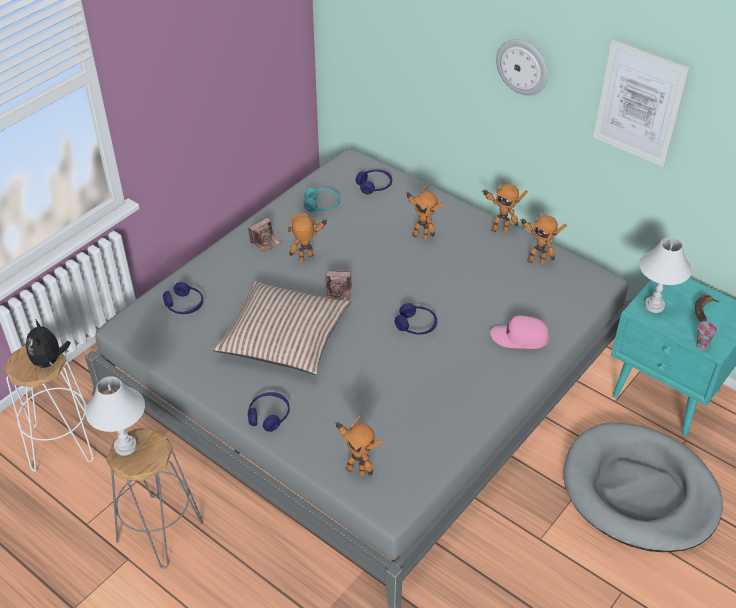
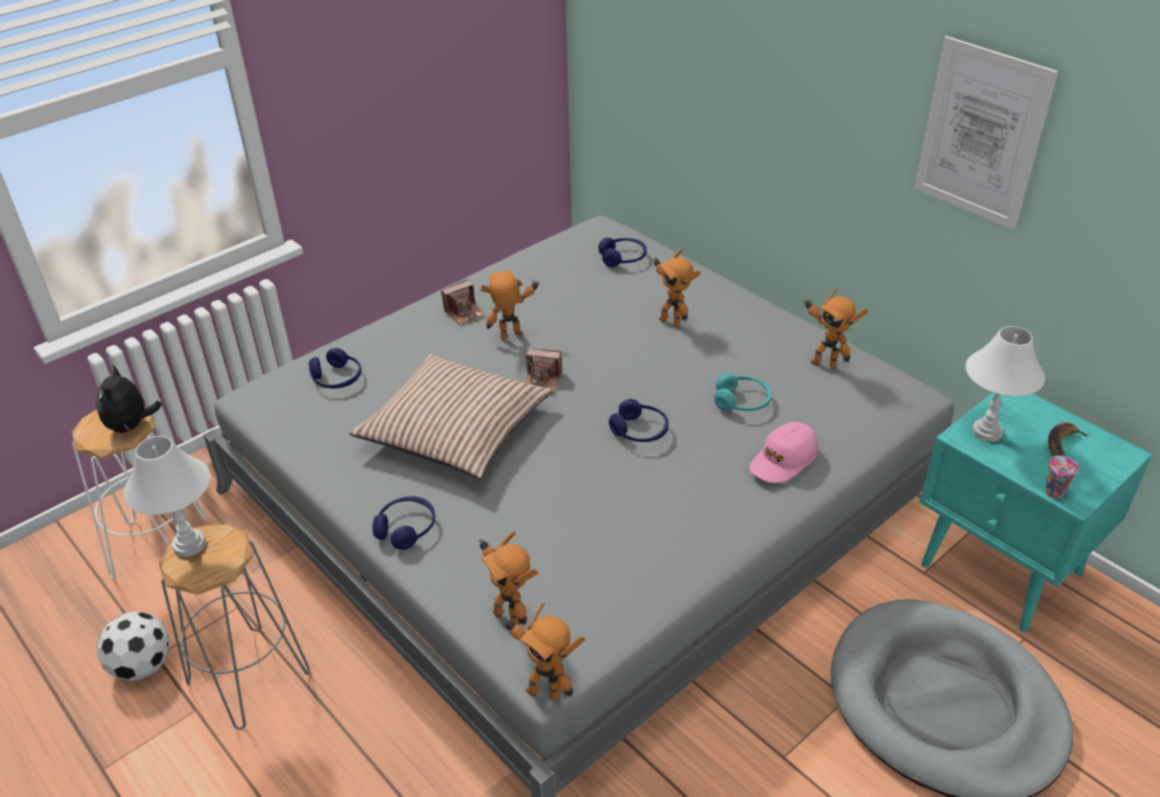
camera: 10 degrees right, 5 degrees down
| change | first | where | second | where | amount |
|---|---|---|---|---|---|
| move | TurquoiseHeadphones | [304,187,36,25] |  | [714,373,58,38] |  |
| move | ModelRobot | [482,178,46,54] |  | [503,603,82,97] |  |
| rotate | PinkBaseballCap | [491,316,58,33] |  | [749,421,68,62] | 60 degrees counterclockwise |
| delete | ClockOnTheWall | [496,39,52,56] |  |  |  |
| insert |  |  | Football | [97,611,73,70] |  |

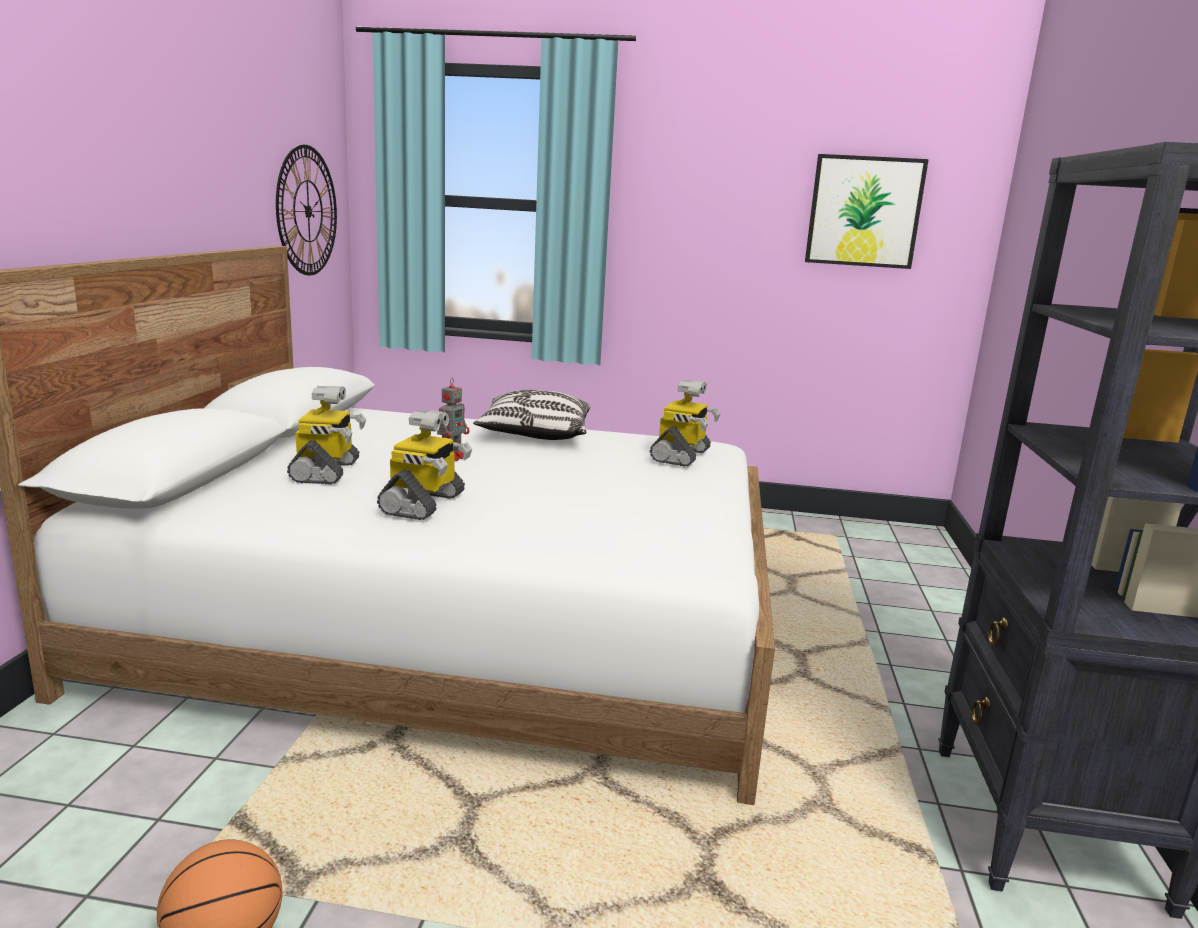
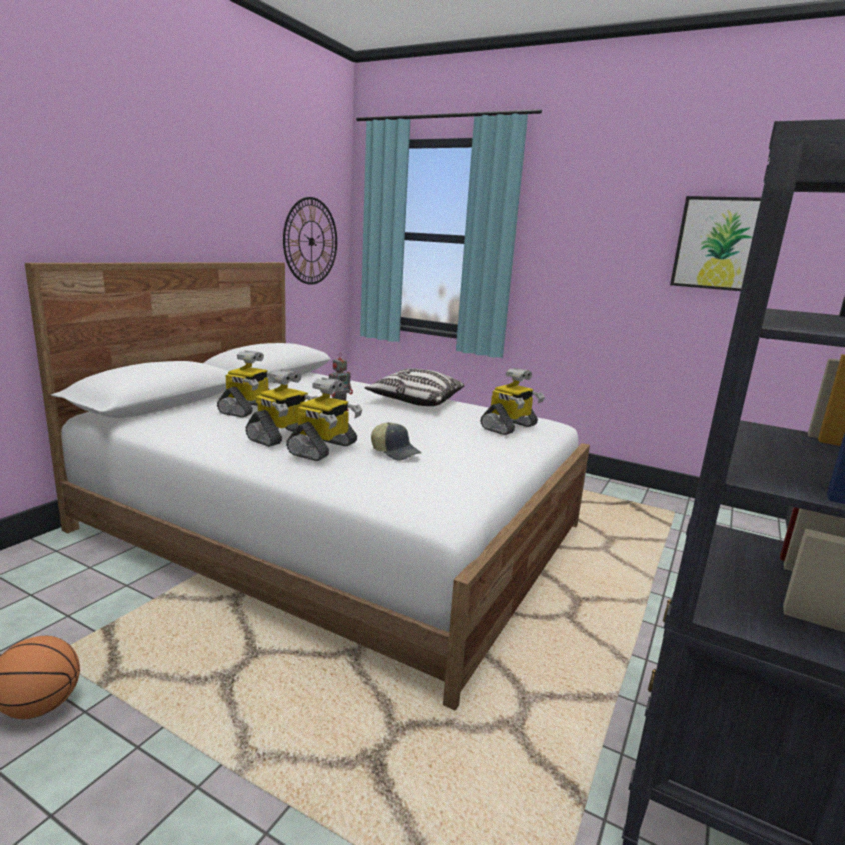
camera: 20 degrees right, 0 degrees up
| change | first | where | second | where | amount |
|---|---|---|---|---|---|
| insert |  |  | ModelRobot | [286,377,76,84] |  |
| insert |  |  | BaseballCap | [371,422,50,39] |  |

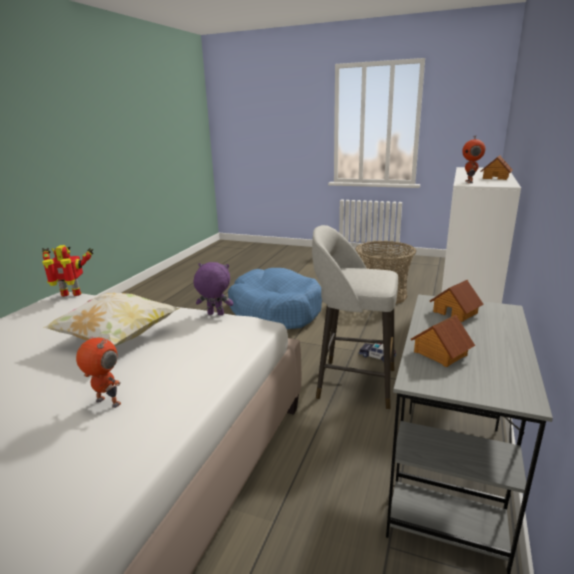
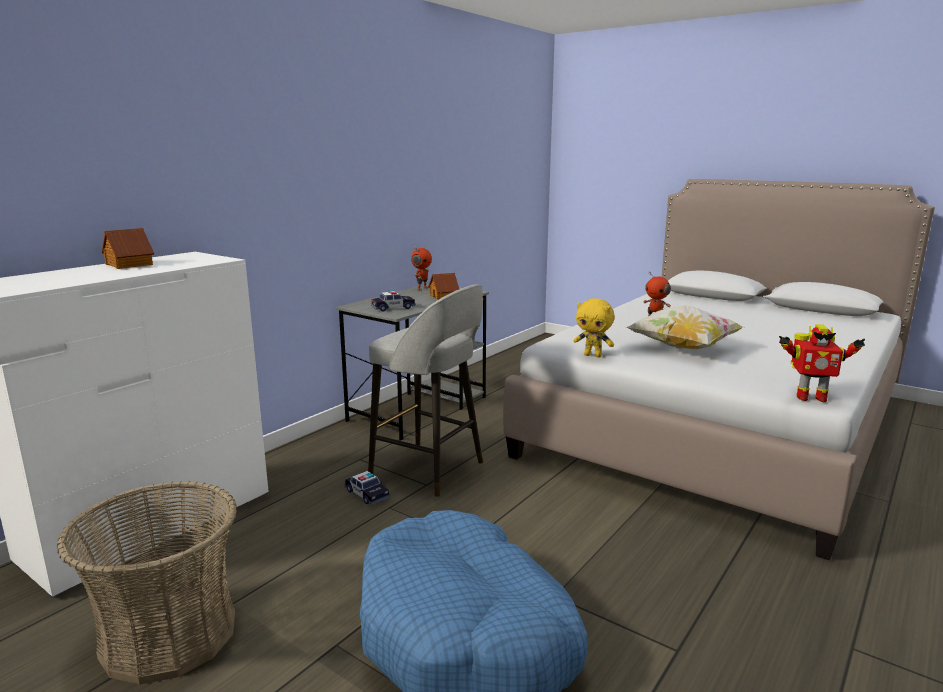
camera: 165 degrees left, 5 degrees down
| change | first | where | second | where | amount |
|---|---|---|---|---|---|
| recolor | PurpleSoftToy | [194,262,39,53] | YellowColouredSoftToy | [573,298,42,59] |  |
| replace | MiniatureHouse | [430,280,54,42] | MiniatureCar | [371,290,45,22] |  |
| move | ModelRobot | [462,136,23,47] |  | [411,246,21,45] |  |

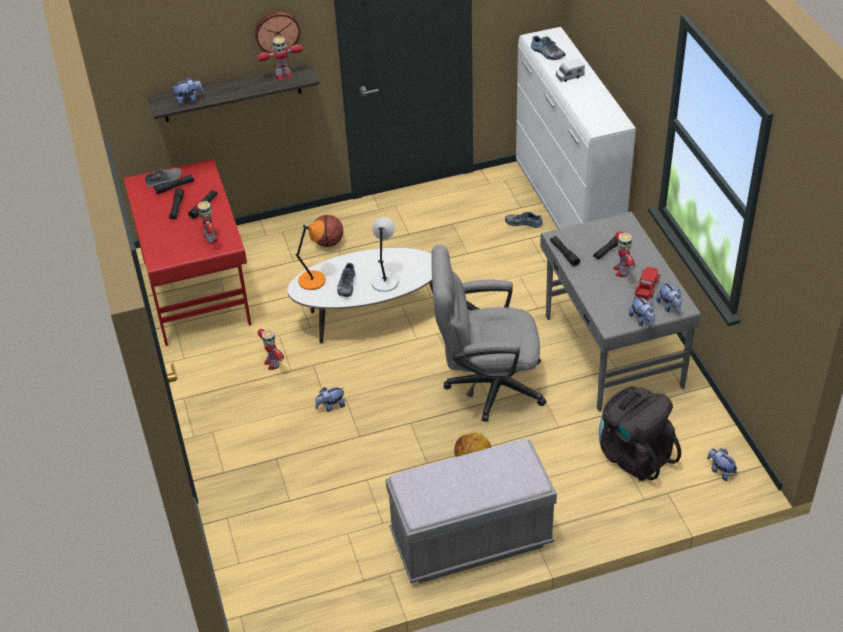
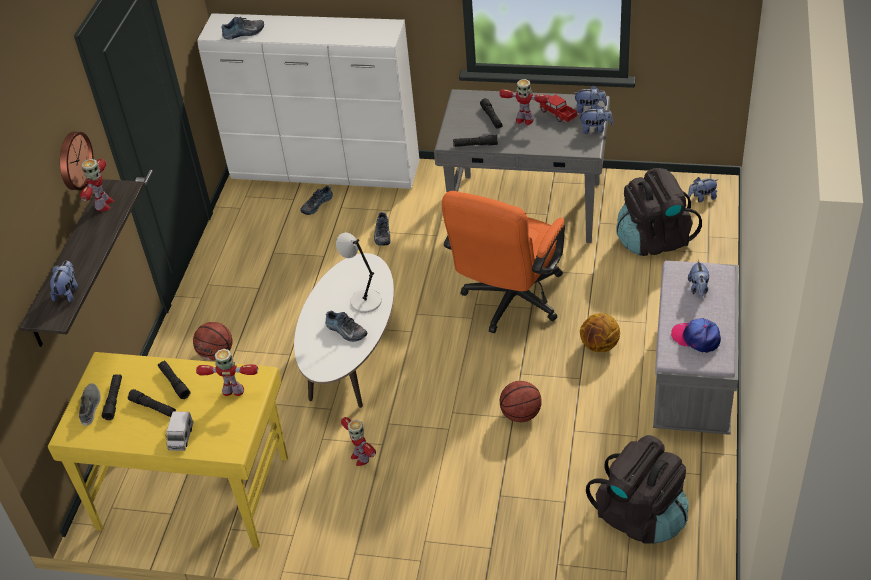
camera: 60 degrees left, 0 degrees up
| change | first | where | second | where | amount |
|---|---|---|---|---|---|
| recolor | RedColouredDeskUnit | [124,159,127,187] | YellowColouredDeskUnit | [48,352,240,196] |  |
| rotate | ModelRobot | [258,329,26,41] |  | [341,417,35,49] | 60 degrees clockwise |
| delete | OrangeColouredTableLamp | [296,220,30,70] |  |  |  |
| move | SoftToy | [315,387,30,25] |  | [688,259,21,40] |  |
| recolor | GreyishDeskChair | [431,245,116,177] | OrangeColouredDeskChair | [442,191,123,142] |  |
| move | ToyLorry | [555,59,30,23] |  | [165,411,28,40] |  |
| insert |  |  | ItemOfFootwear | [374,212,17,34] |  |
| insert |  |  | Basketball | [500,381,41,41] |  |
| insert |  |  | BlackishKnapsack | [586,435,103,109] |  |
| insert |  |  | BaseballCap | [671,318,50,35] |  |

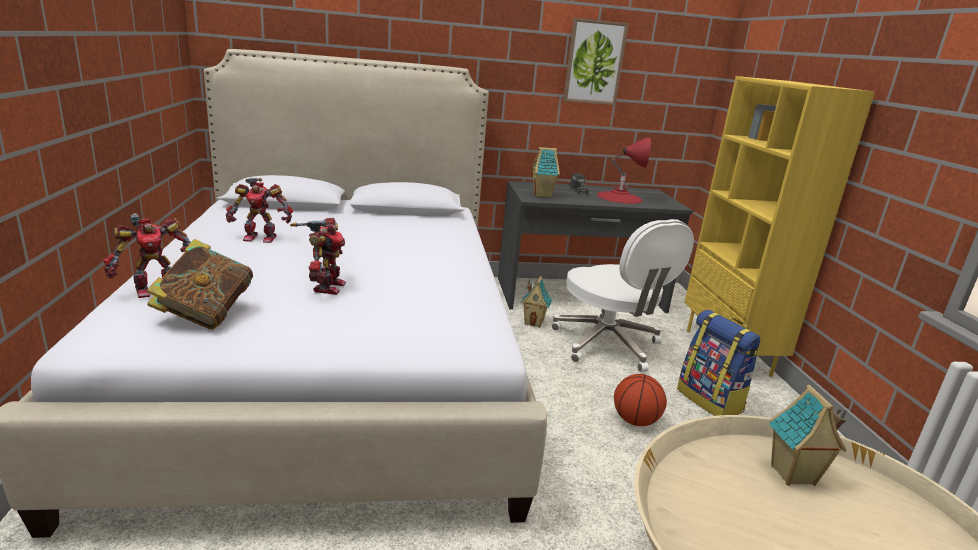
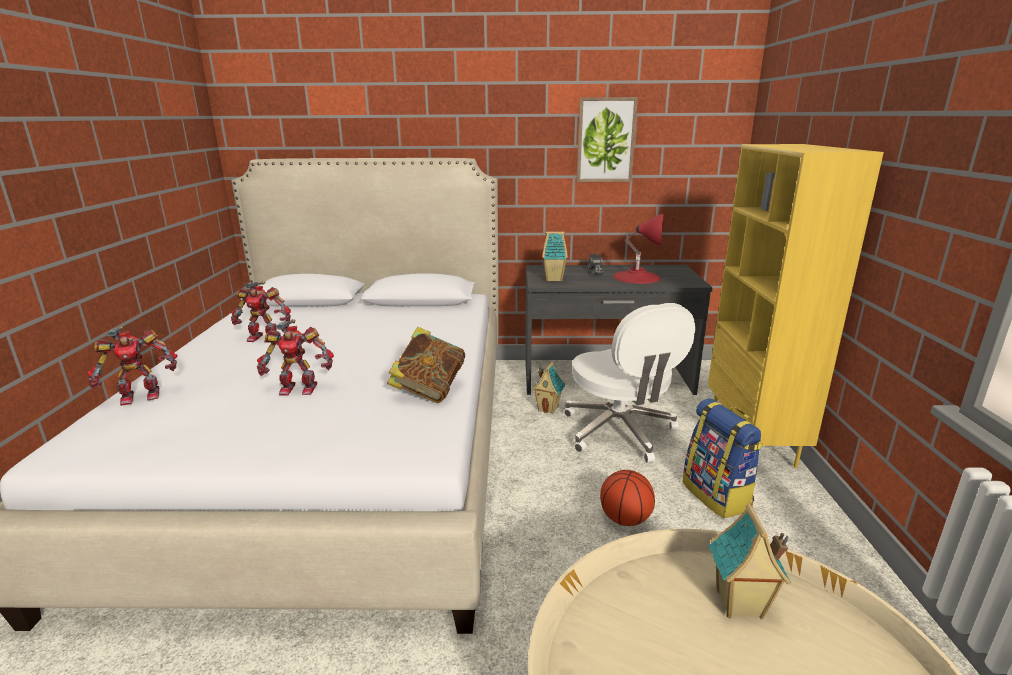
camera: 10 degrees right, 0 degrees up
| change | first | where | second | where | amount |
|---|---|---|---|---|---|
| move | Volume | [147,239,106,91] |  | [387,327,78,76] |  |
| rotate | ModelRobot | [290,218,56,77] |  | [257,319,77,77] | 75 degrees clockwise |

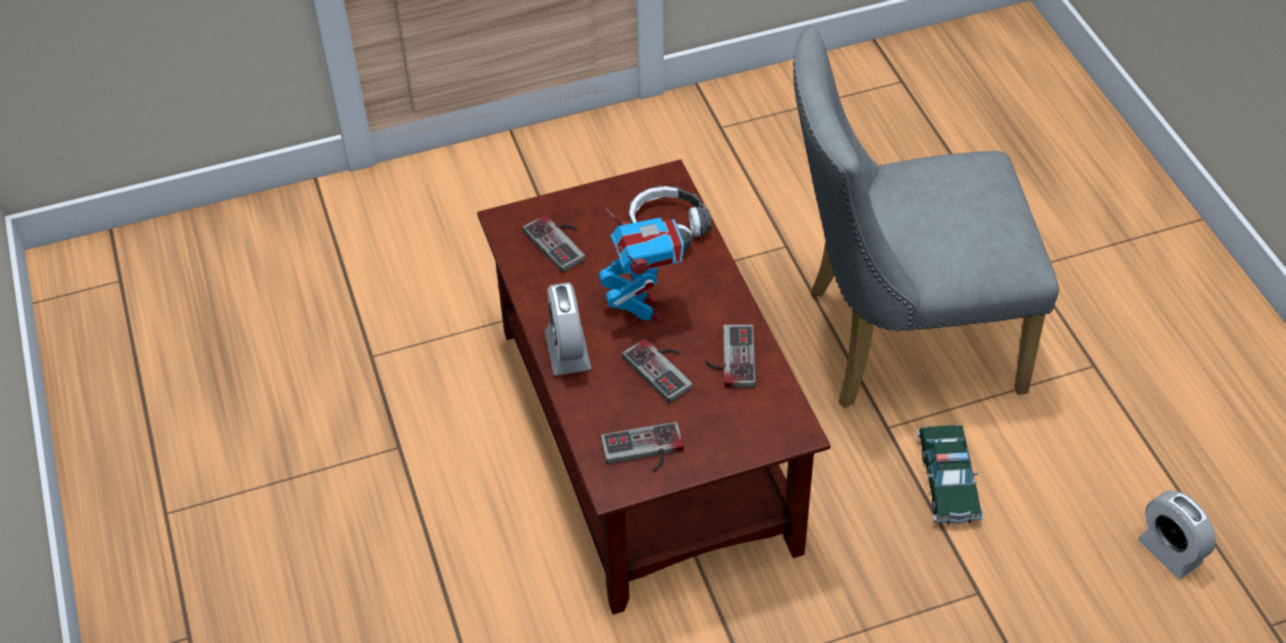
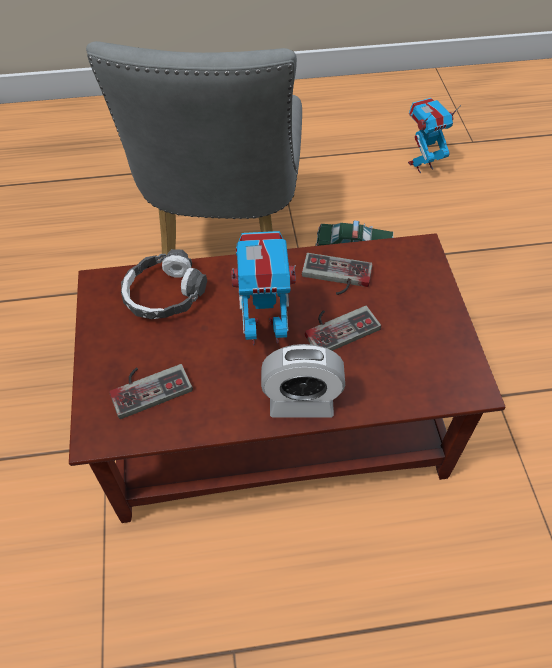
camera: 80 degrees left, 5 degrees up
| change | first | where | second | where | amount |
|---|---|---|---|---|---|
| delete | Gamepad | [601,422,83,50] |  |  |  |
| replace | AlarmClock | [1138,490,78,89] | ModelRobot | [408,98,53,75] |  |

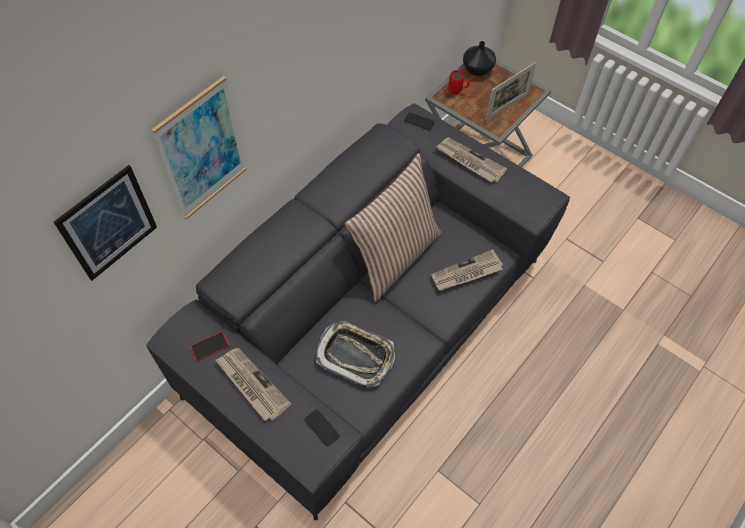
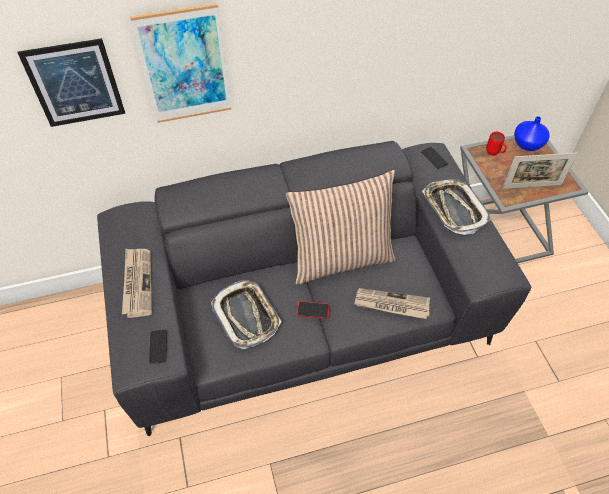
camera: 35 degrees right, 5 degrees down
| change | first | where | second | where | amount |
|---|---|---|---|---|---|
| move | Phone | [190,331,40,30] |  | [297,301,33,18] |  |
| replace | Newspaper | [436,138,71,44] | Tray | [422,179,69,56] |  |
| recolor | BlackishDecorativeVase | [463,41,33,35] | BlueColouredDecorativeVase | [514,116,36,35] |  |

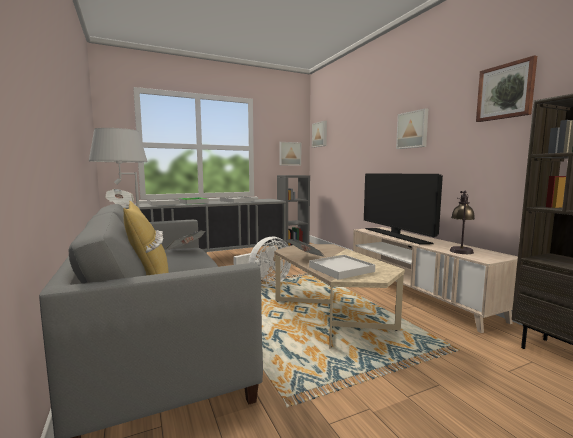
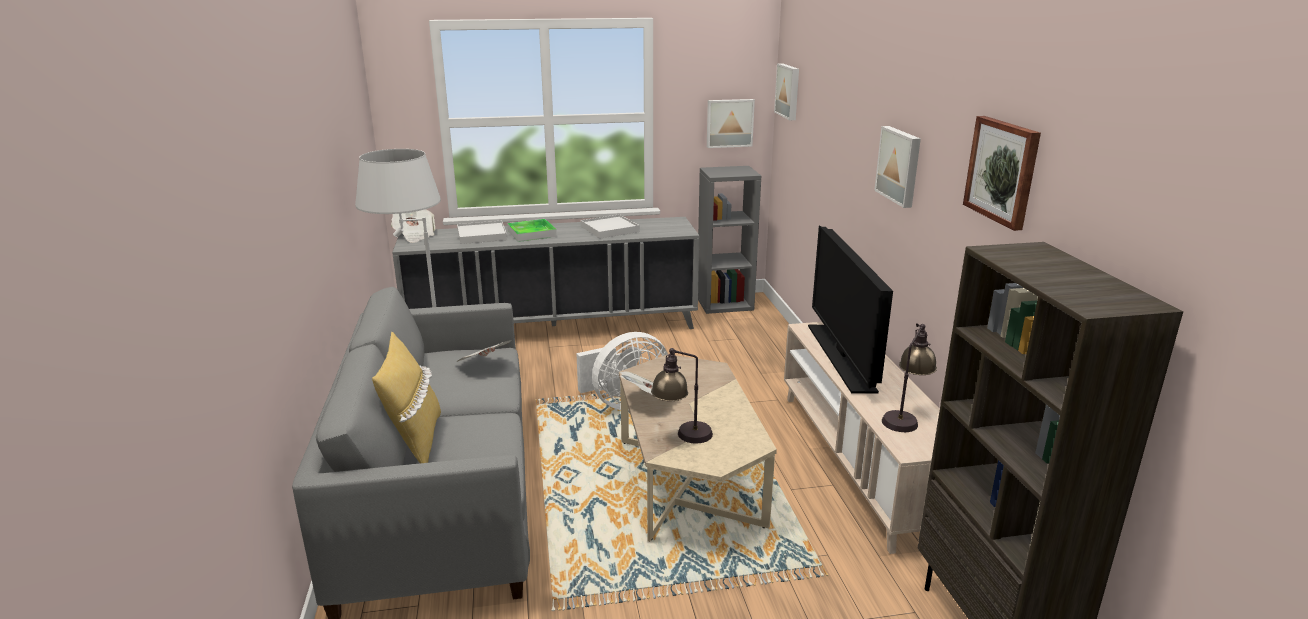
camera: 15 degrees right, 15 degrees up
| change | first | where | second | where | amount |
|---|---|---|---|---|---|
| replace | WhitishTray | [309,255,66,25] | TableLamp | [651,348,62,95] |  |

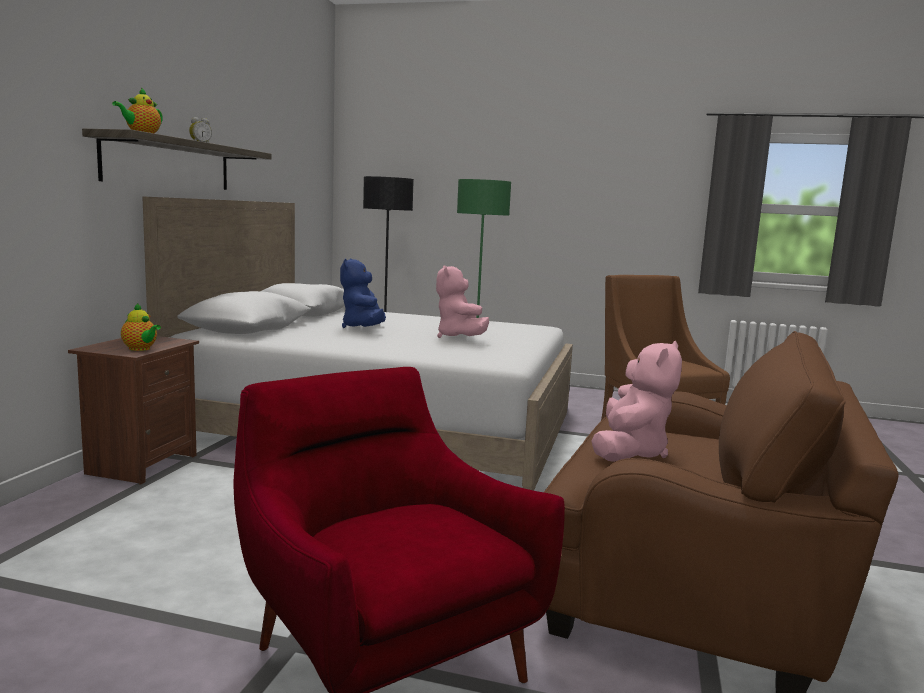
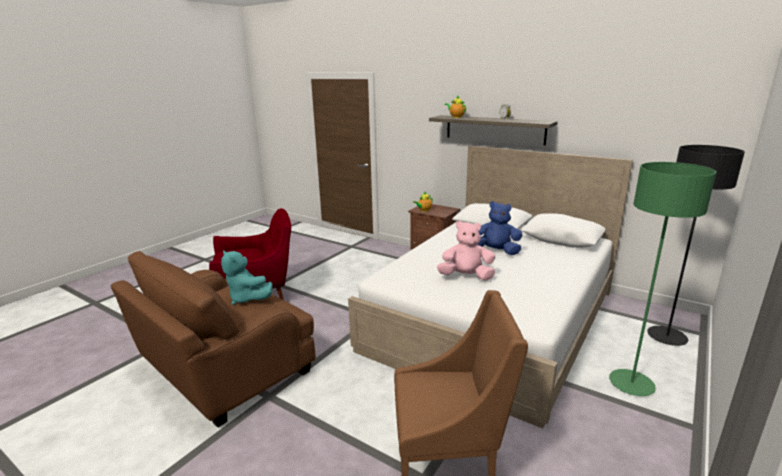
camera: 110 degrees right, 10 degrees up
| change | first | where | second | where | amount |
|---|---|---|---|---|---|
| recolor | PinkSoftToy | [591,341,91,121] | TurquoiseSoftToy | [221,250,52,55] |  |

